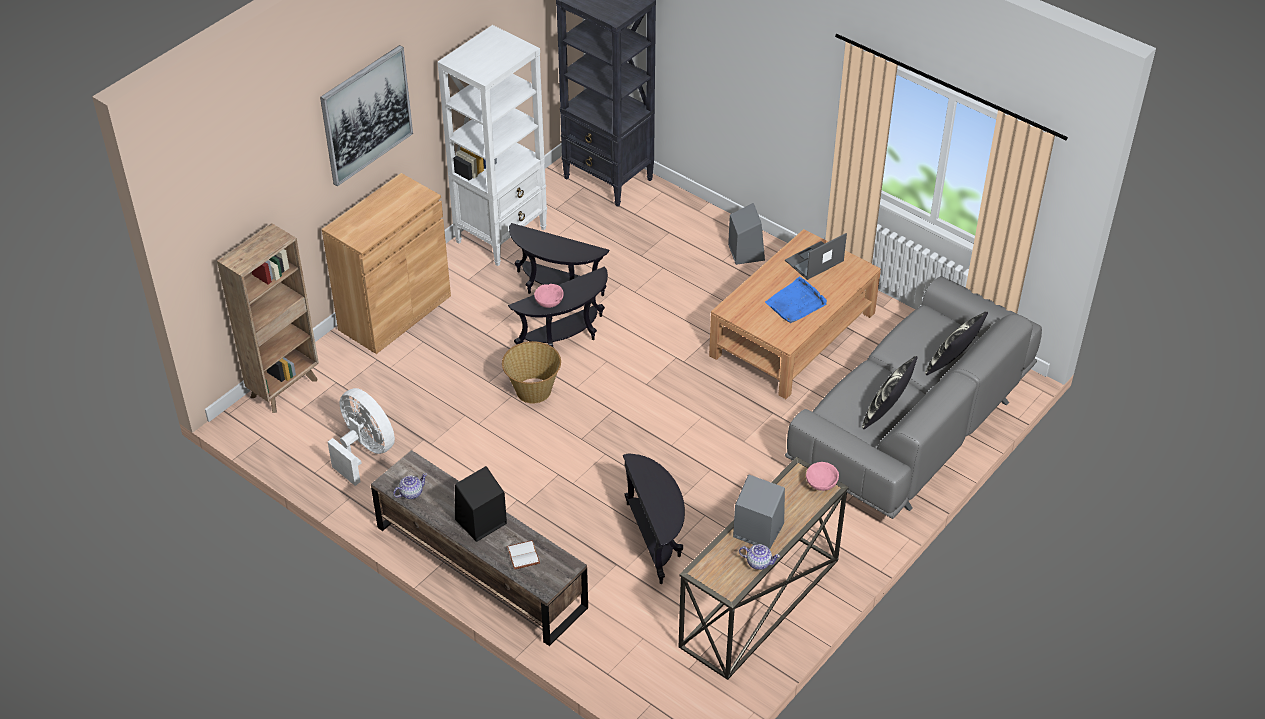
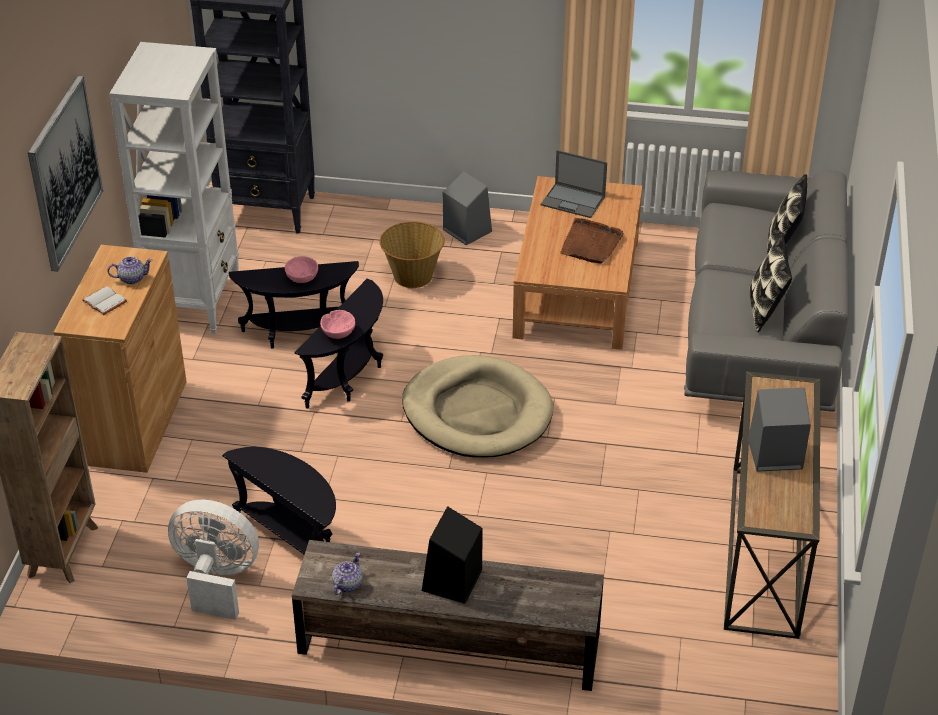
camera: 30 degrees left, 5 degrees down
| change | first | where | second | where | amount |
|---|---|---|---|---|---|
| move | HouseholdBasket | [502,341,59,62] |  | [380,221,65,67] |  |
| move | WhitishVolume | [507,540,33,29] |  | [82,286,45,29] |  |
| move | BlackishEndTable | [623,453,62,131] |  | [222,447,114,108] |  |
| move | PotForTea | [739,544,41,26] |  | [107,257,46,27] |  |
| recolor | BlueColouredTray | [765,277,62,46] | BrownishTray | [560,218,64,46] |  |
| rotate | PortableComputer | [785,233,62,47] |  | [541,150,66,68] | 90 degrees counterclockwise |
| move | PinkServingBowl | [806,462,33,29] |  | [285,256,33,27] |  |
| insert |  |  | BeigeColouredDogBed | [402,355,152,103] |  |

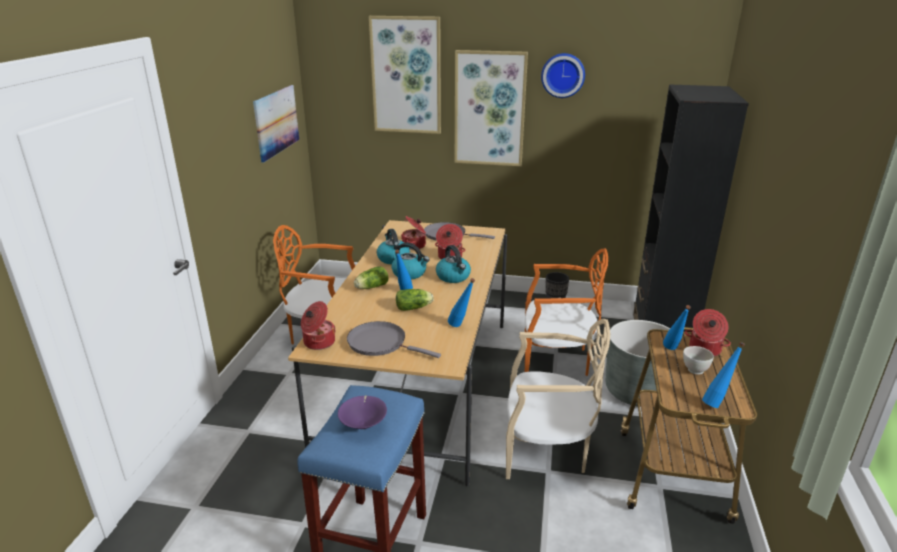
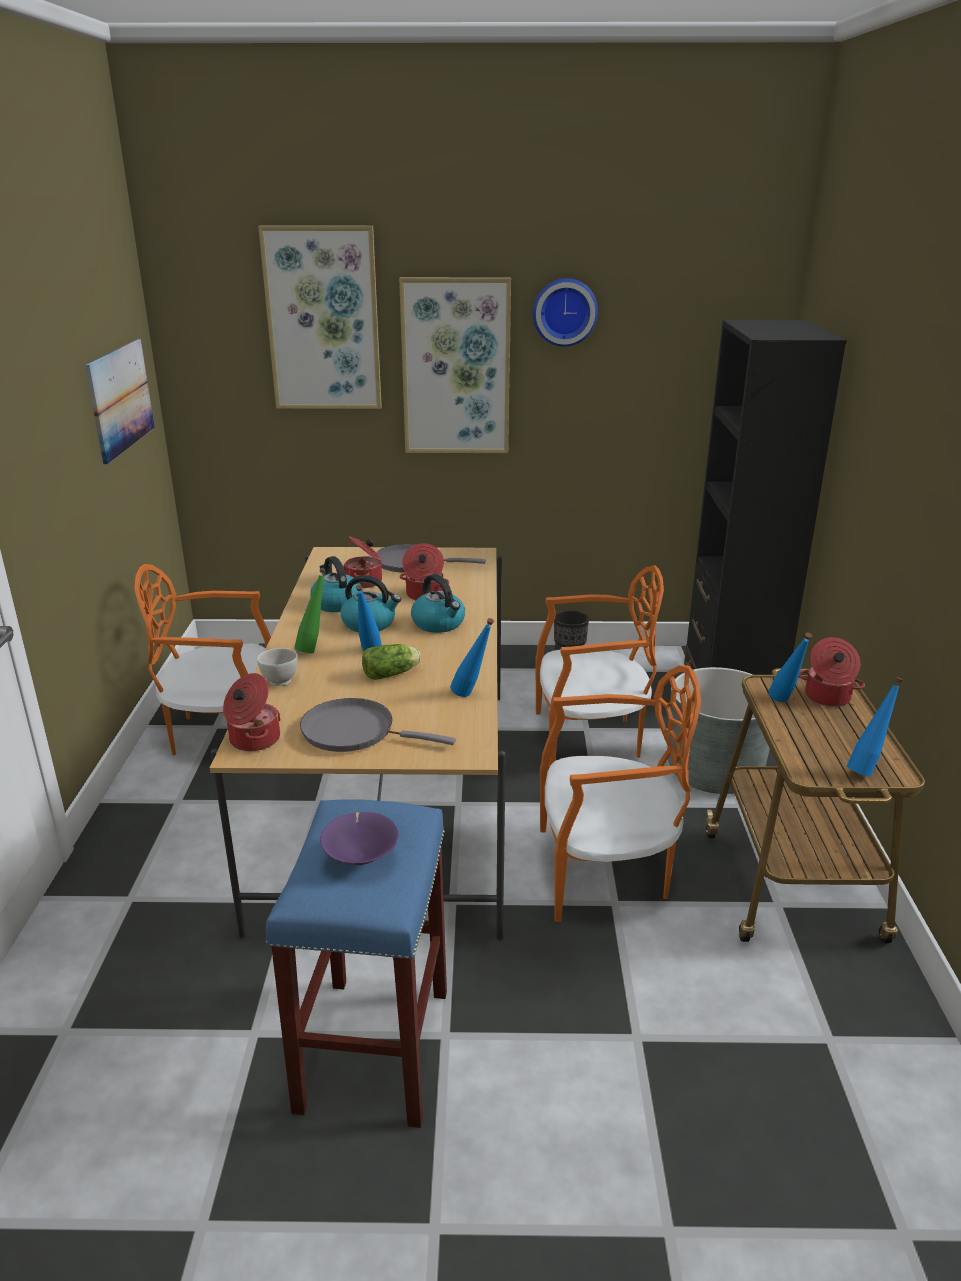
camera: 10 degrees left, 0 degrees up
| change | first | where | second | where | amount |
|---|---|---|---|---|---|
| replace | LettuceHead | [354,266,34,23] | GreenBeverageBottle | [294,569,32,84] |  |
| recolor | BeigeColouredUprightChair | [506,319,104,160] | OrangeColouredUprightChair | [540,665,161,257] |  |
| move | WhitishServingBowl | [683,346,31,28] |  | [257,648,41,38] |  |

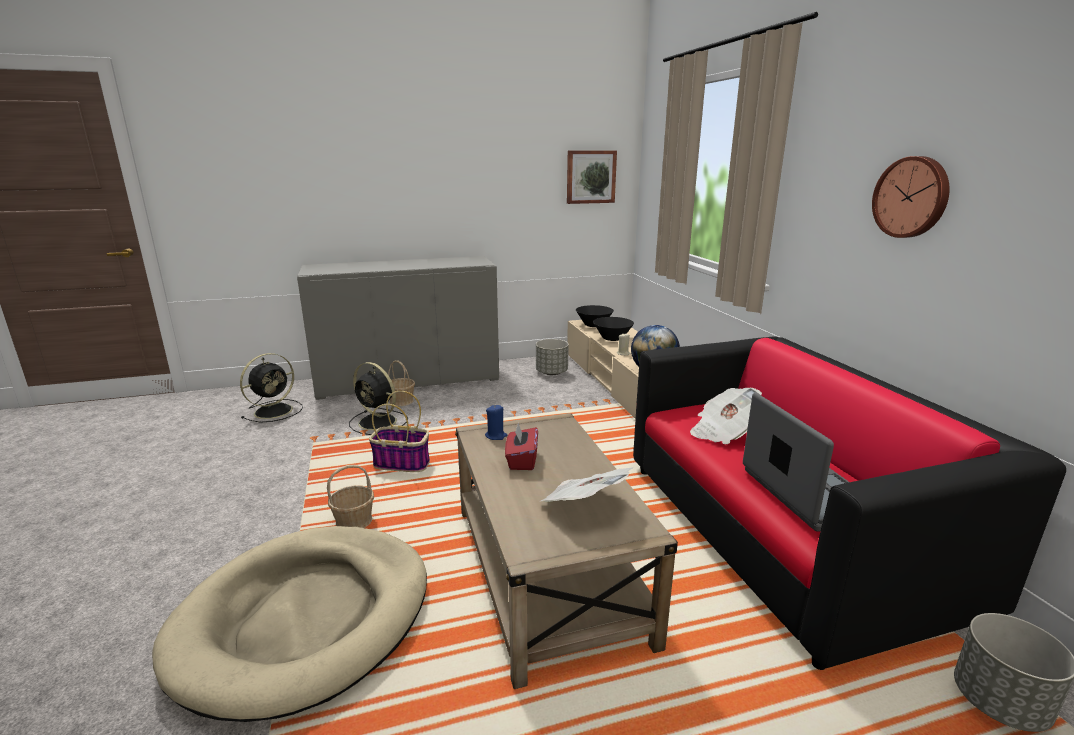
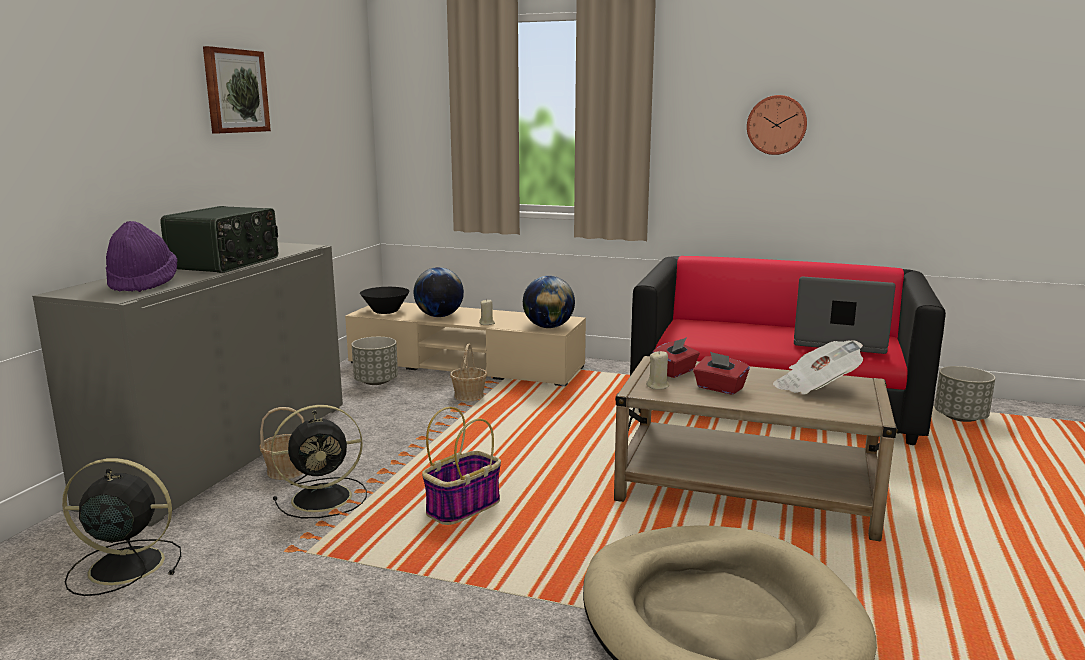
camera: 55 degrees left, 5 degrees down
| change | first | where | second | where | amount |
|---|---|---|---|---|---|
| rotate | BlackishFan | [240,353,63,69] |  | [62,458,119,138] | 75 degrees counterclockwise |
| move | HouseholdBasket | [327,465,47,63] |  | [450,344,37,58] |  |
| recolor | BlueColouredWaxLight | [485,405,22,35] | BeigeColouredWaxLight | [646,351,24,38] |  |
| move | WallArt | [567,150,50,54] |  | [203,46,68,87] |  |
| replace | BlackishServingBowl | [593,317,41,24] | WorldGlobe | [414,267,50,50] |  |
| delete | Newspaper | [690,388,72,56] |  |  |  |
| insert |  |  | PurpleHat | [106,221,71,71] |  |
| insert |  |  | RadioReceiver | [160,206,118,67] |  |
| insert |  |  | RedColouredTissueHolder | [652,337,48,41] |  |

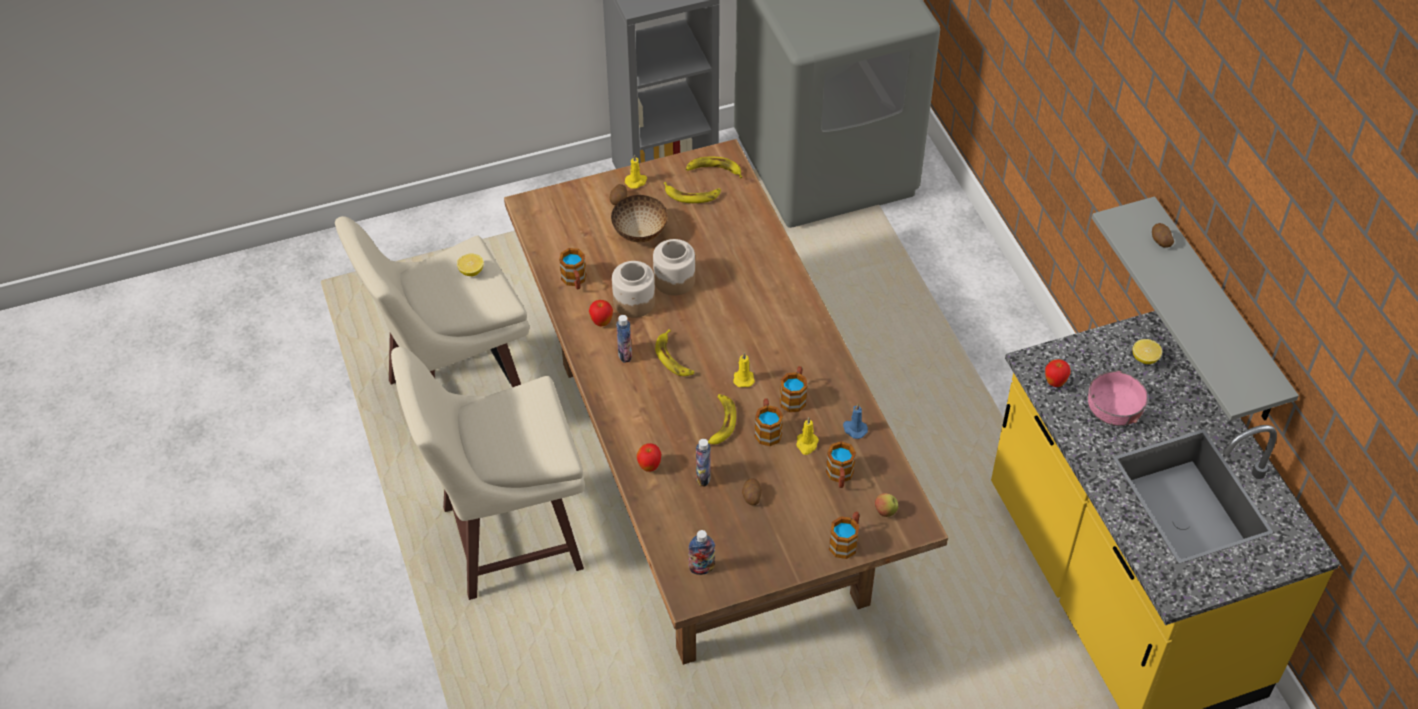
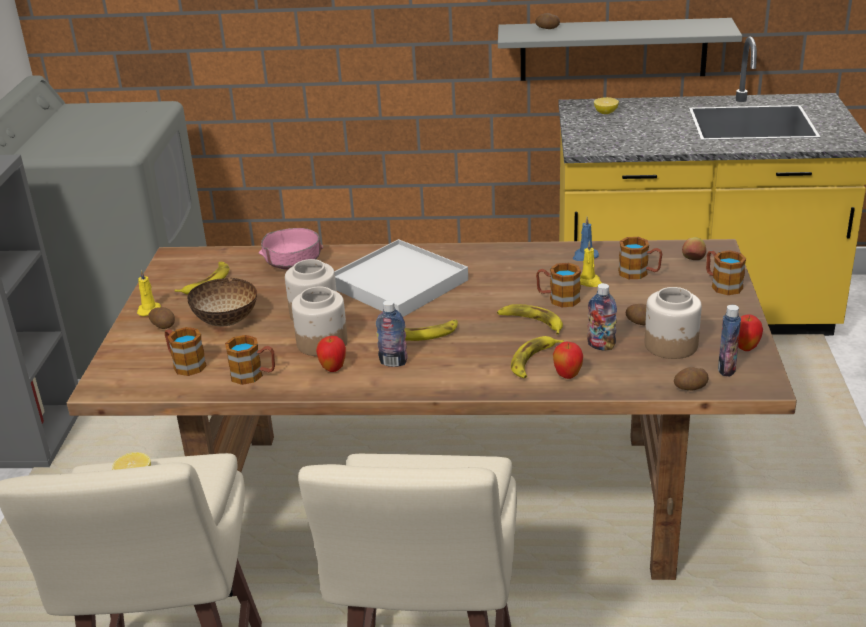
camera: 65 degrees left, 20 degrees down
| change | first | where | second | where | amount |
|---|---|---|---|---|---|
| move | WholeBanana | [686,157,56,21] |  | [511,336,53,42] |  |
| delete | YellowColouredWaxLight | [733,352,22,35] |  |  |  |
| move | TeaMug | [780,366,27,46] |  | [165,327,42,49] |  |
| move | AppleFruit | [1045,359,26,28] |  | [738,314,25,37] |  |
| move | PinkServingBowl | [1088,370,60,56] |  | [259,228,64,42] |  |
| insert |  |  | WhitishTray | [334,239,134,78] |  |
| insert |  |  | PreserveJar | [645,287,57,72] |  |
| insert |  |  | WholePotato | [674,367,35,24] |  |

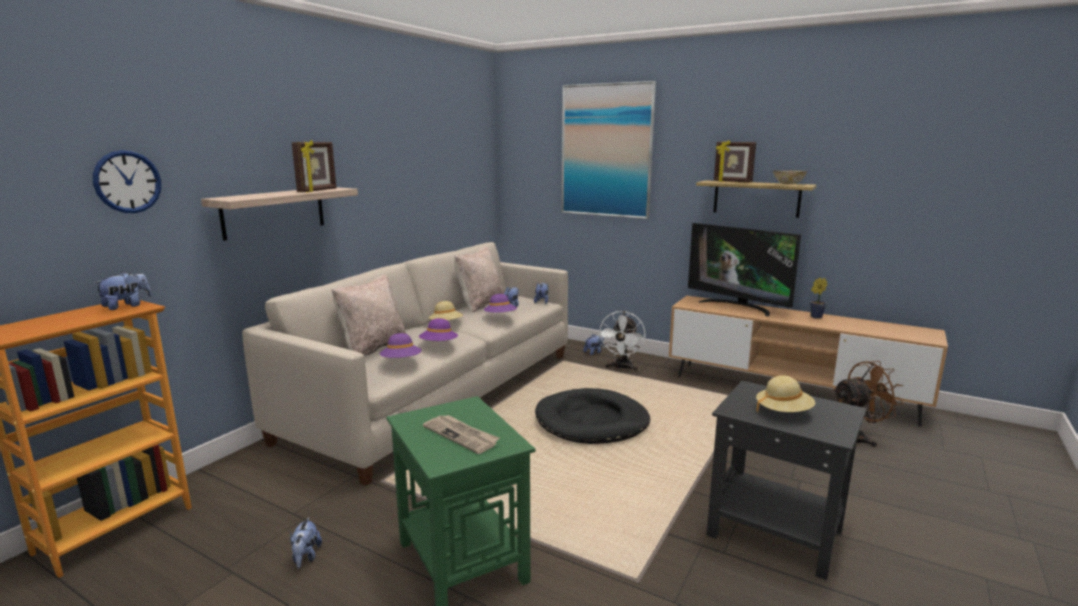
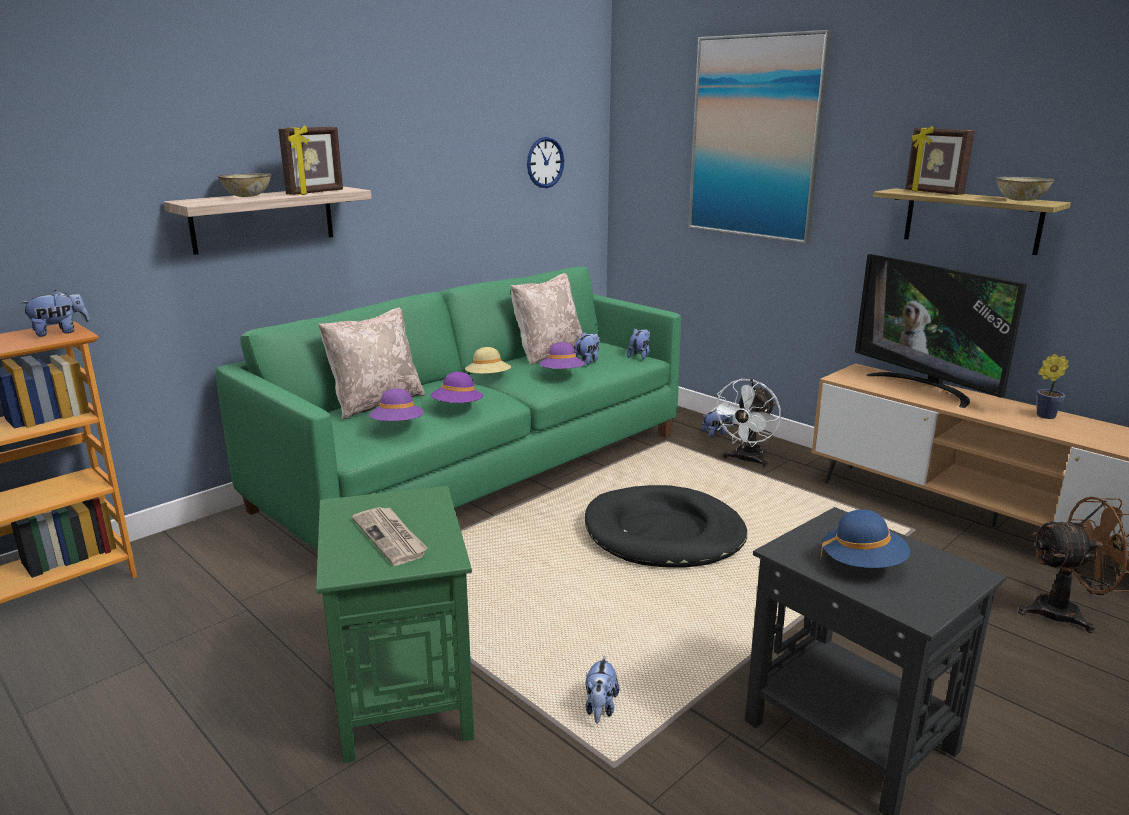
camera: 15 degrees right, 5 degrees up
| change | first | where | second | where | amount |
|---|---|---|---|---|---|
| move | ClockOnTheWall | [93,150,68,63] |  | [527,137,37,51] |  |
| recolor | BeigeColouredSofa | [242,242,326,244] | GreenSofa | [216,267,465,284] |  |
| move | SoftToy | [290,517,32,51] |  | [586,655,33,68] |  |
| recolor | BeigeColouredHat | [756,375,59,37] | BlueColouredHat | [820,509,90,59] |  |
| insert |  |  | ServingBowl | [217,173,55,24] |  |

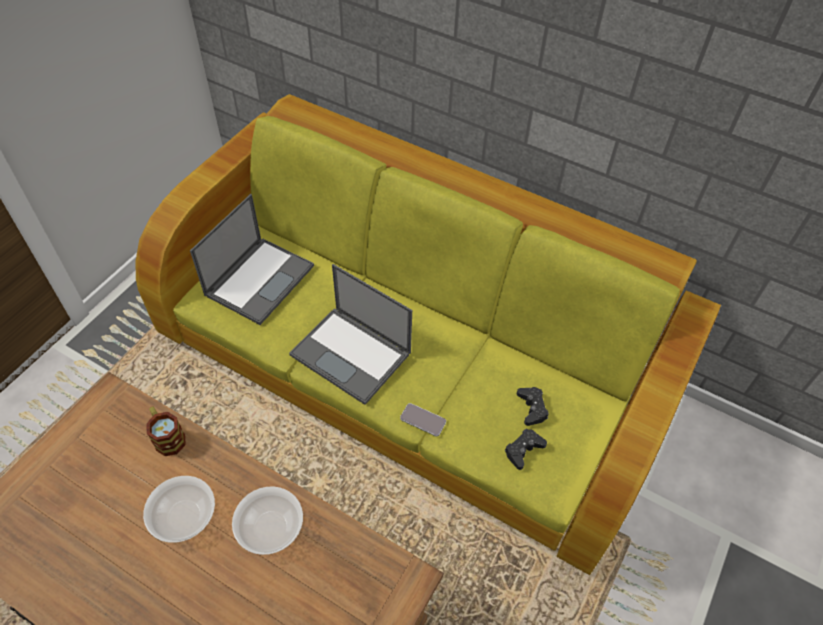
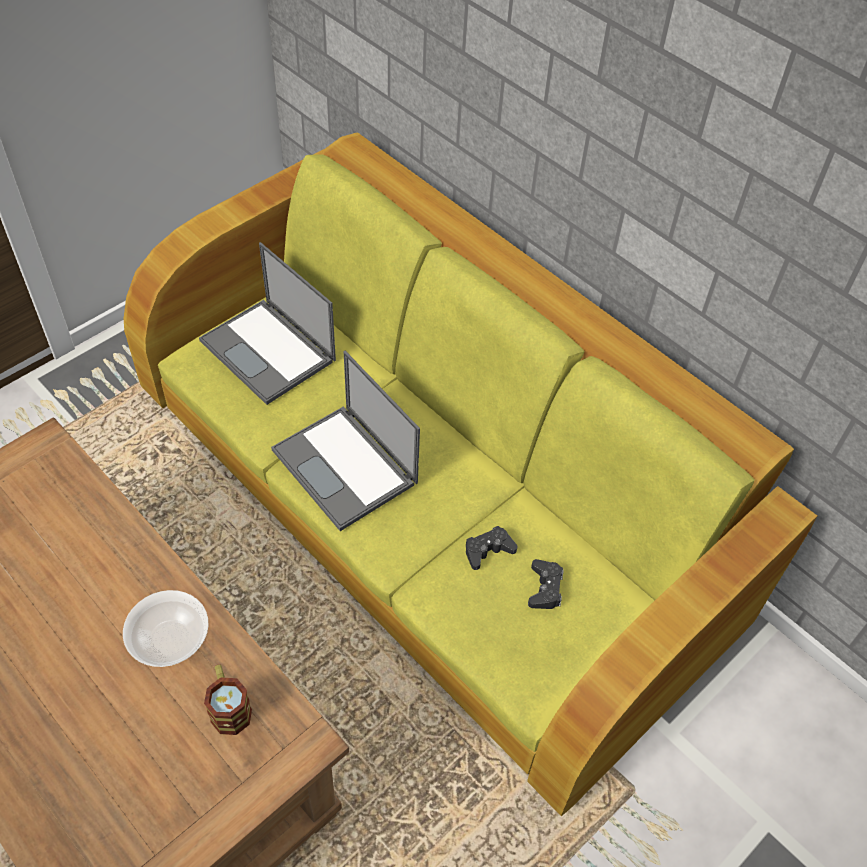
camera: 15 degrees right, 0 degrees up
| change | first | where | second | where | amount |
|---|---|---|---|---|---|
| delete | ServingBowl | [143,476,72,67] |  |  |  |
| move | TeaMug | [146,406,40,50] |  | [204,664,48,71] |  |
| rotate | PortableComputer | [190,194,124,131] |  | [199,242,137,163] | 90 degrees clockwise |
| delete | Phone | [400,403,46,33] |  |  |  |
| move | BlackishGamepad | [505,429,42,41] |  | [466,526,51,44] |  |

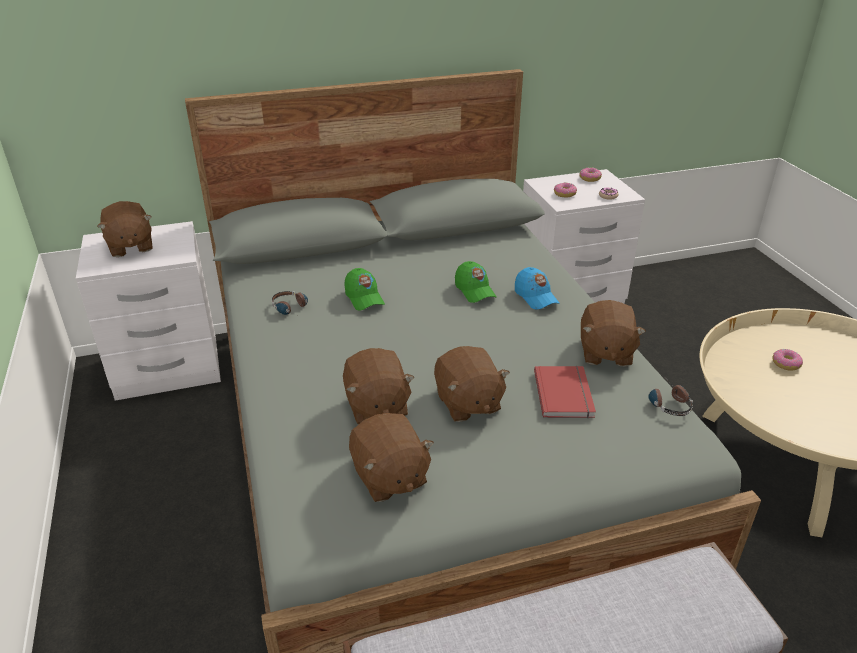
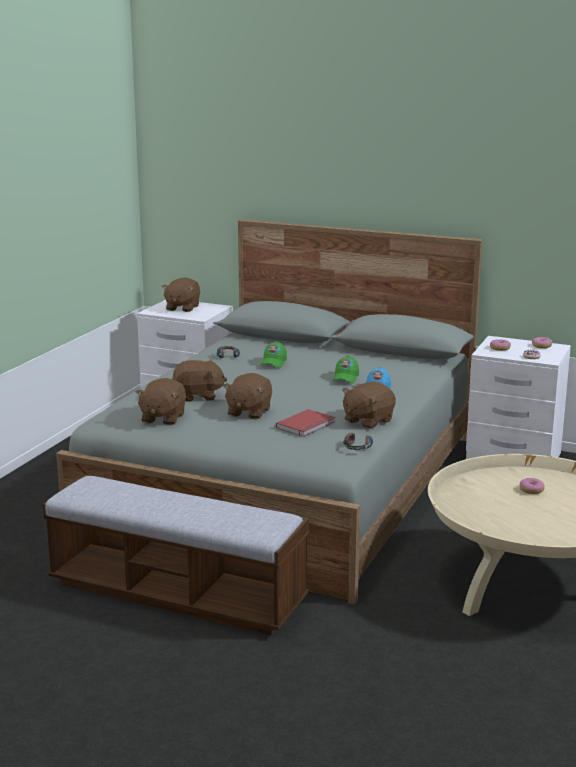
camera: 40 degrees right, 15 degrees down
| change | first | where | second | where | amount |
|---|---|---|---|---|---|
| rotate | BrownishSoftToy | [343,348,72,76] |  | [172,360,56,41] | 120 degrees counterclockwise |

